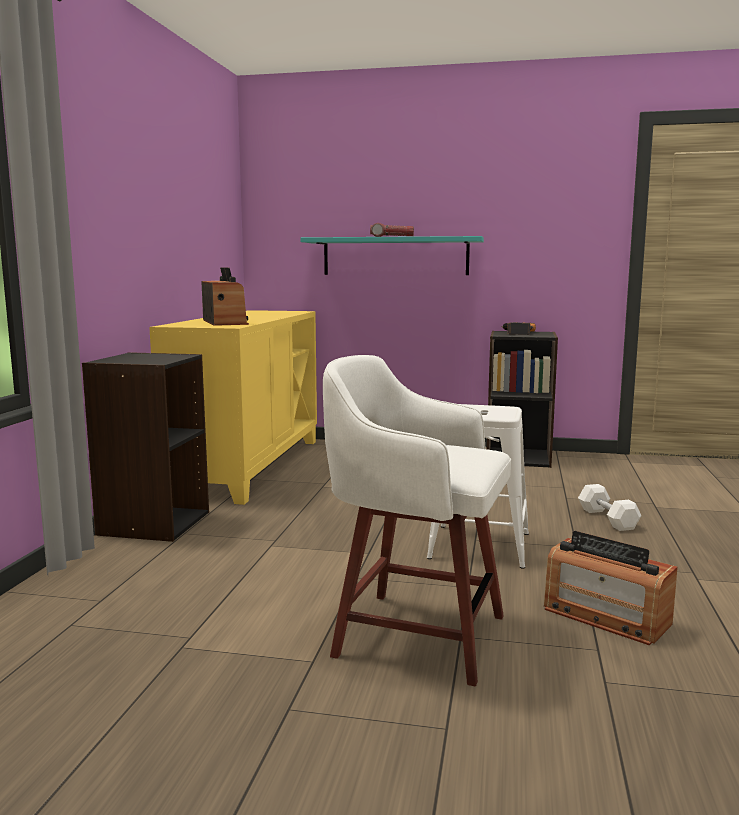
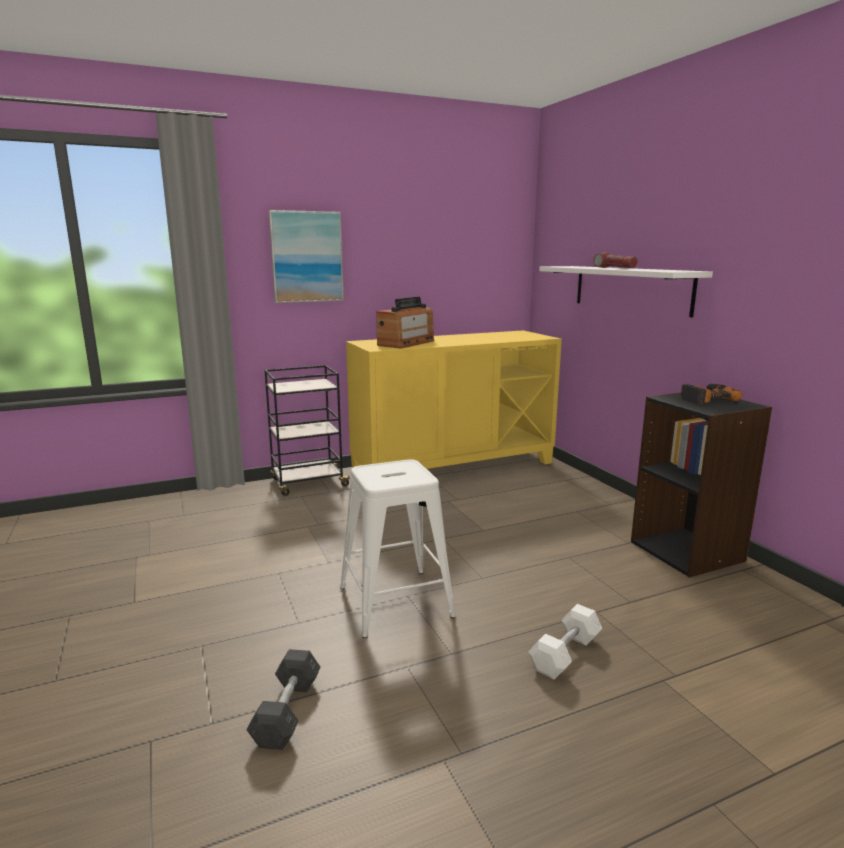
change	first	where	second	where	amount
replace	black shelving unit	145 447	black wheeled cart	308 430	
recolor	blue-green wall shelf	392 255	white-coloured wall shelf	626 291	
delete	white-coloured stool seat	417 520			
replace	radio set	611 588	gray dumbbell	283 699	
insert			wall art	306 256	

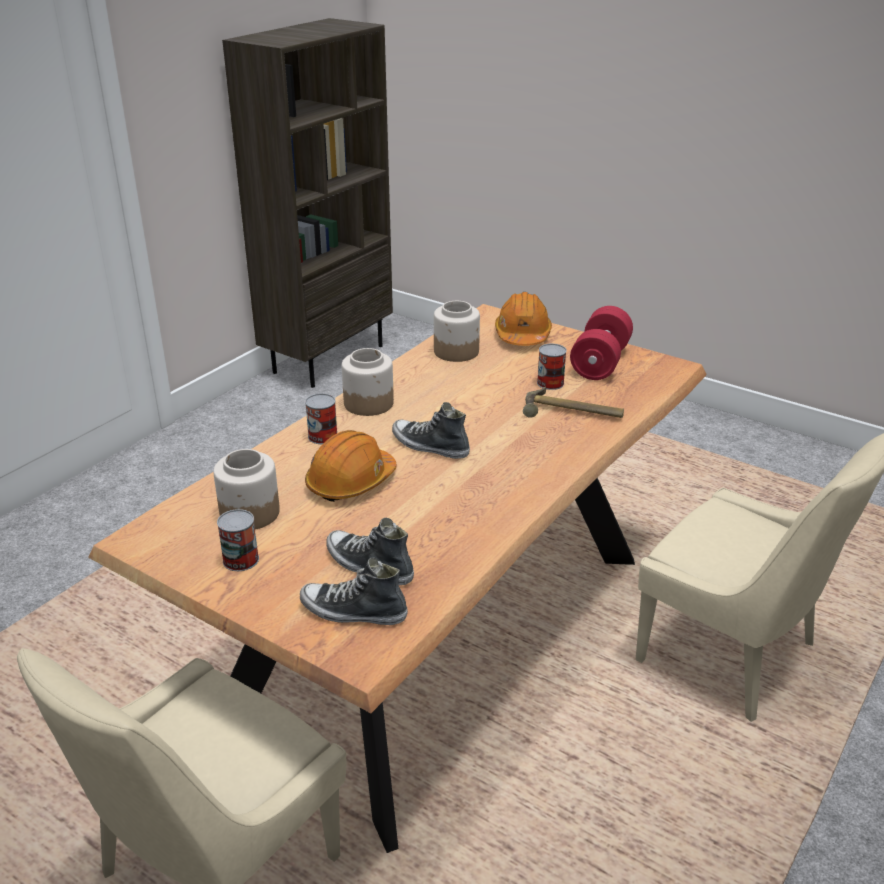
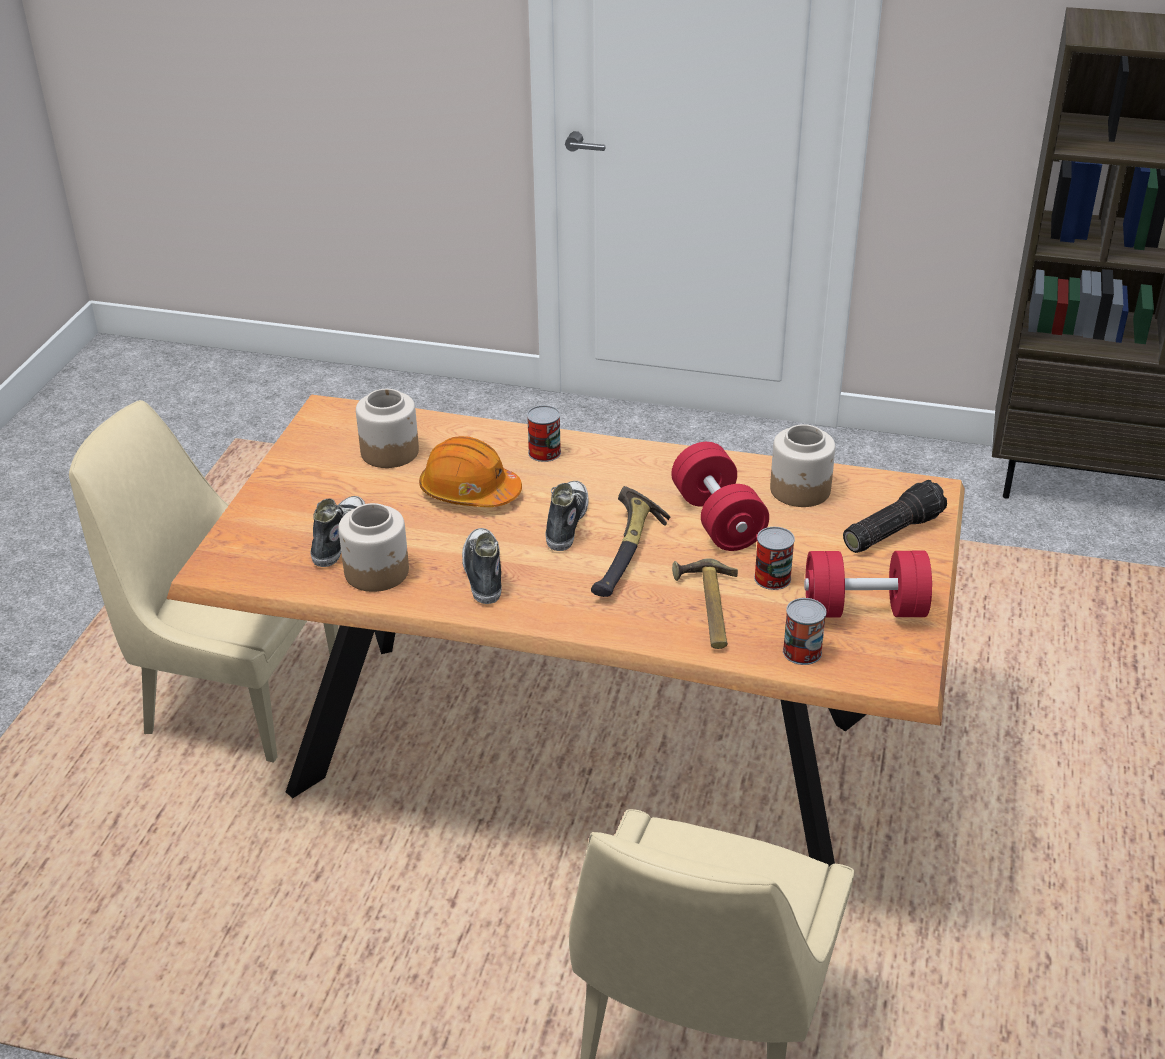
change	first	where	second	where	amount
move	sealed can	238 540		804 631	
move	low shoe	354 591		482 566	
move	preserve jar	368 382		373 547	
replace	orangey hard hat	523 319	torch	895 516	
insert			tool hammer	630 541	
insert			reddish dumbbell	720 496	

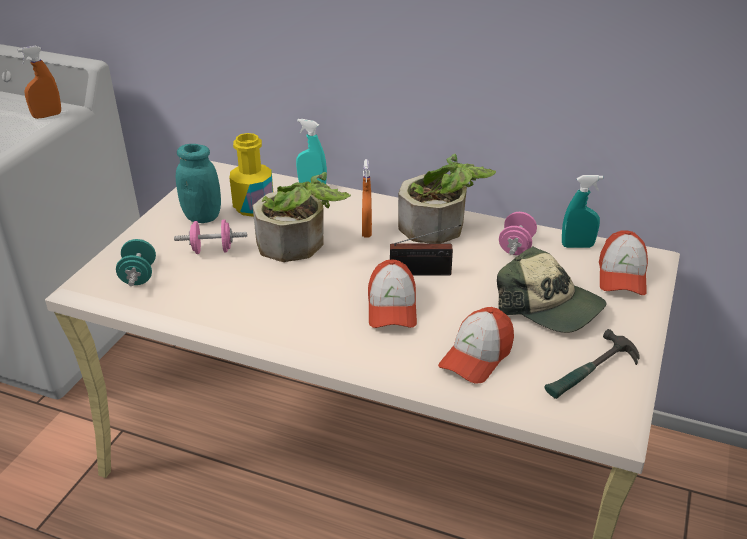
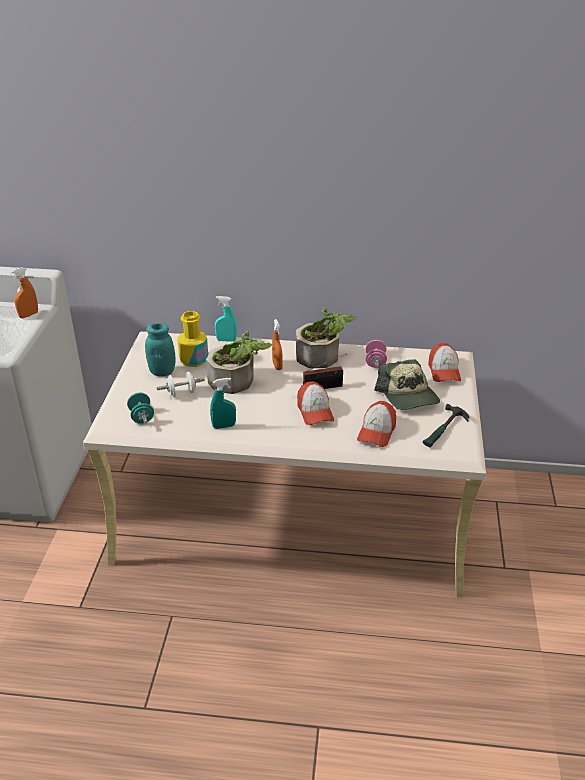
change	first	where	second	where	amount
recolor	pink-coloured dumbbell	210 236	white-coloured dumbbell	181 384	
rotate	baseball cap	552 289		407 384	45 degrees clockwise
move	blue-green spray bottle	582 211		223 403	

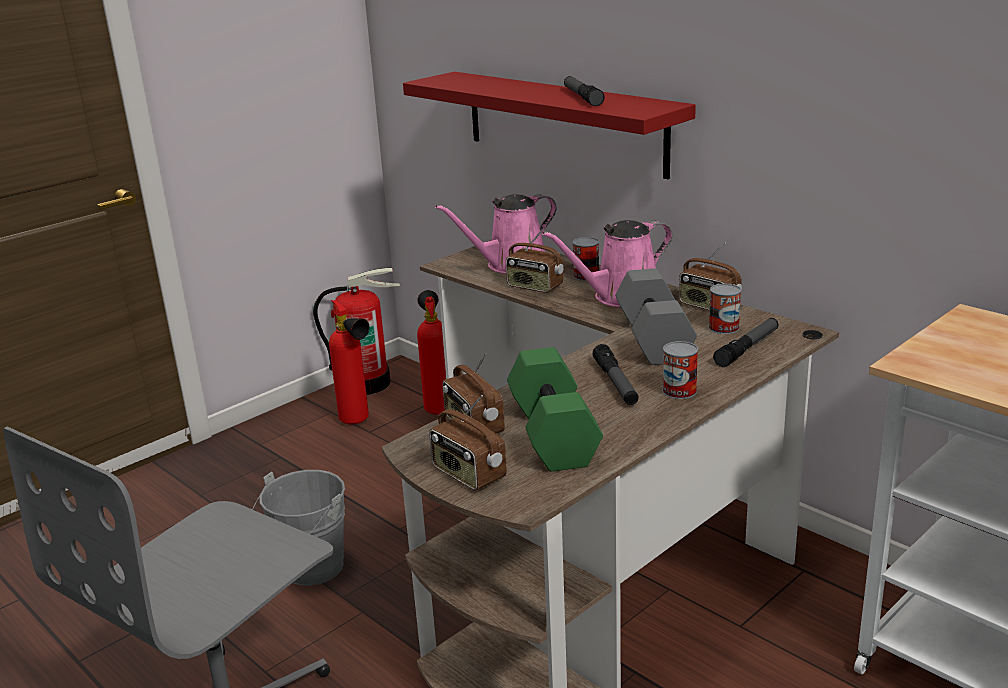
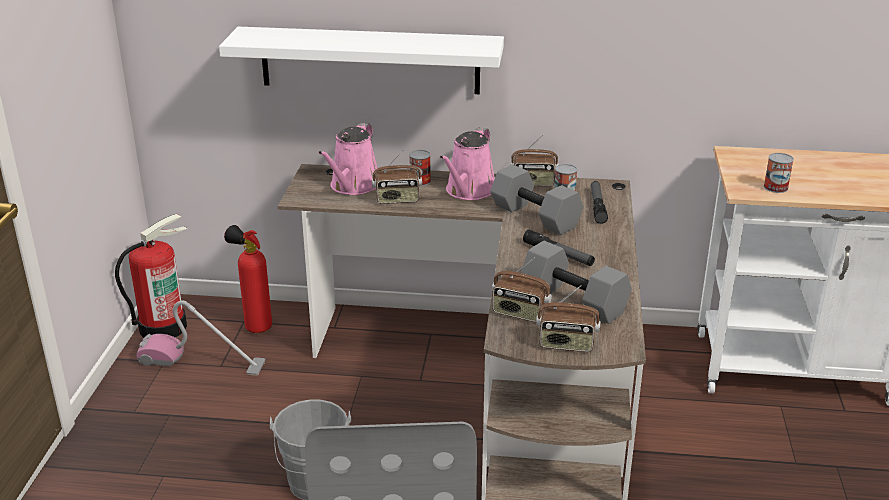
change	first	where	second	where	amount
replace	fire-fighting cylinder	349 362	vacuum cleaner	200 338	
recolor	reddish wall shelf	549 125	white-coloured wall shelf	361 60	
recolor	green-coloured dumbbell	555 409	gray dumbbell	576 282	
delete	torch	584 91			
move	sealed can	680 370		779 173	

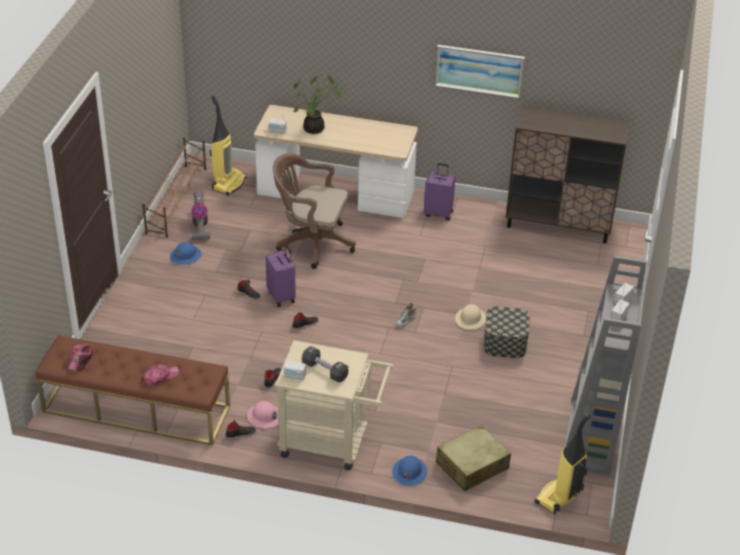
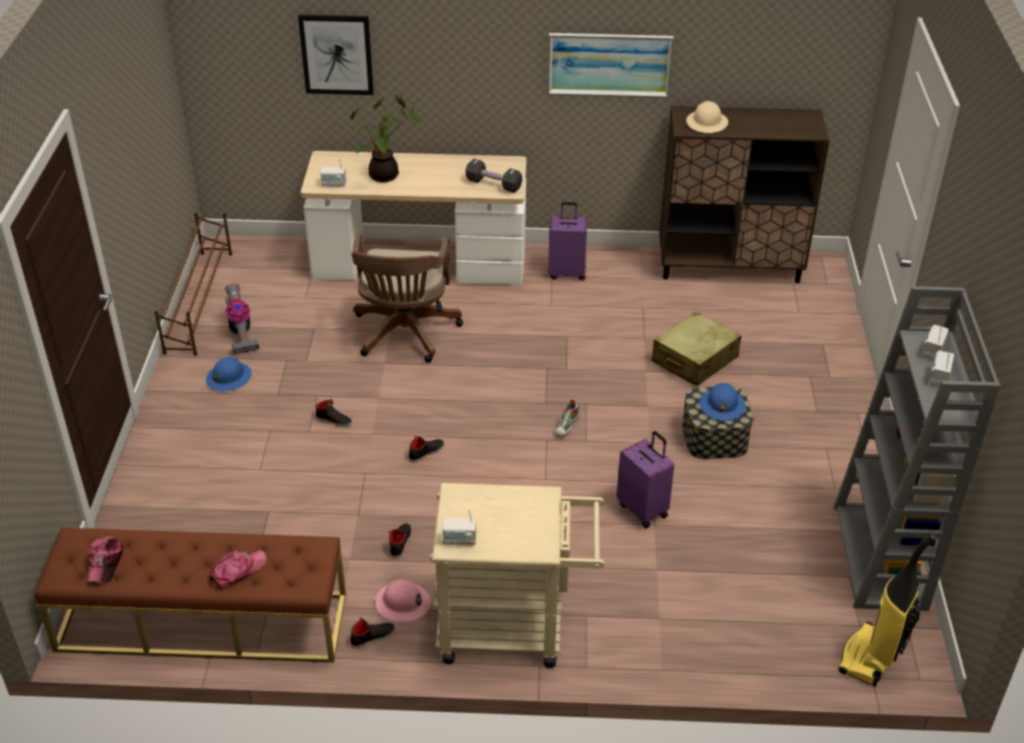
change	first	where	second	where	amount
delete	vacuum cleaner	228 146			
move	purple suitcase	281 276		645 479	
rotate	brownish office chair	314 211		407 298	90 degrees counterclockwise
move	black dumbbell	325 364		494 176	
move	blue hard hat	409 470		722 402	
move	beige-coloured suitcase	473 458		696 349	
move	beige-coloured hard hat	470 317		707 117	
insert			wall art	336 55	

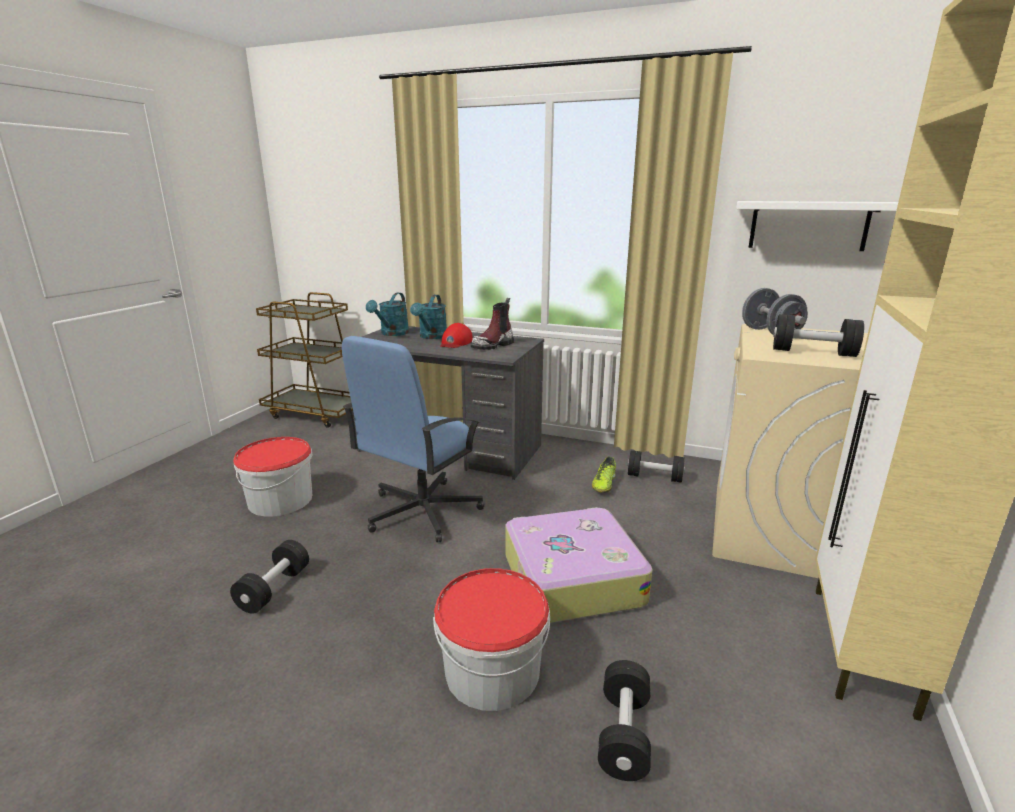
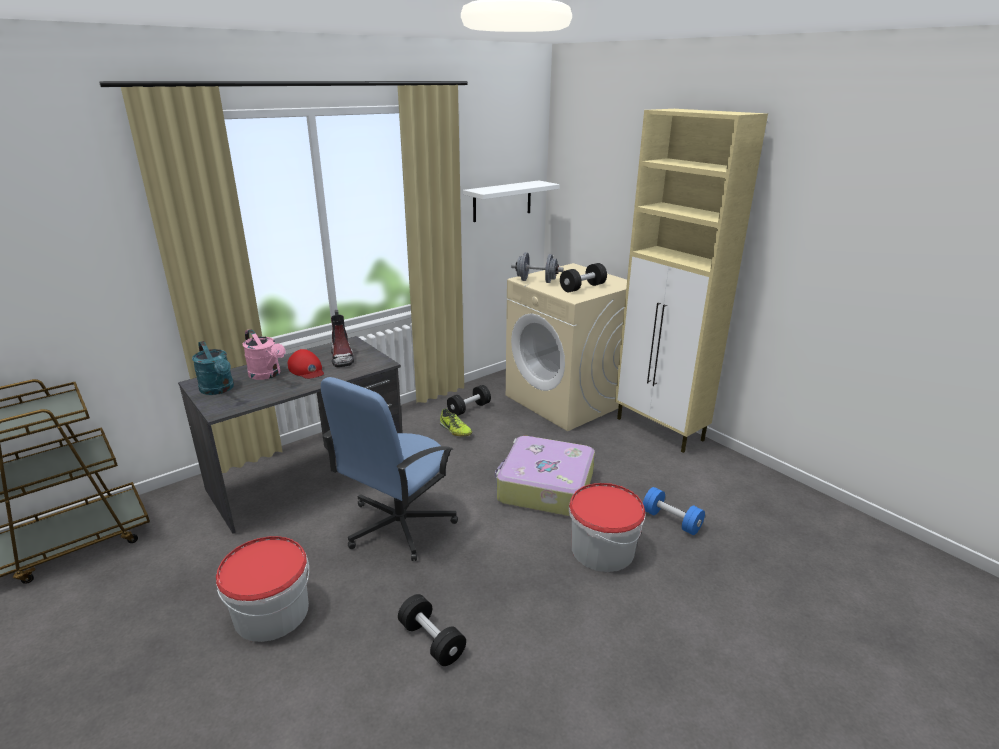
change	first	where	second	where	amount
rotate	blue office chair	413 439		389 469	60 degrees clockwise
recolor	blue-green sprinkling can	428 317	pink-coloured sprinkling can	264 354	
recolor	black dumbbell	624 720	blue dumbbell	674 511	

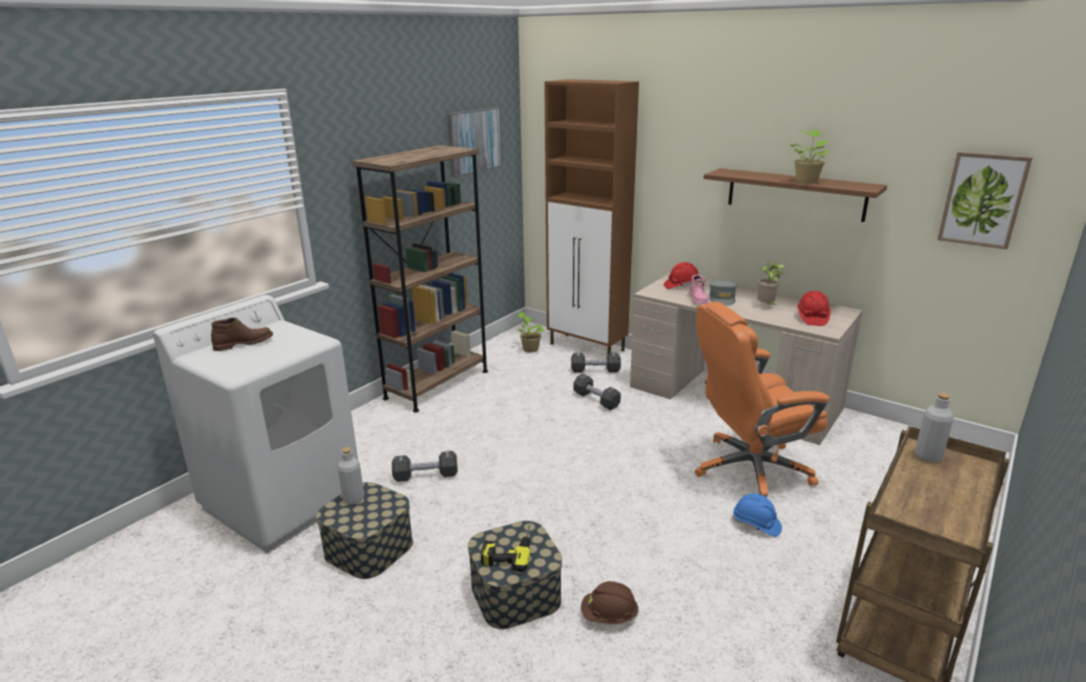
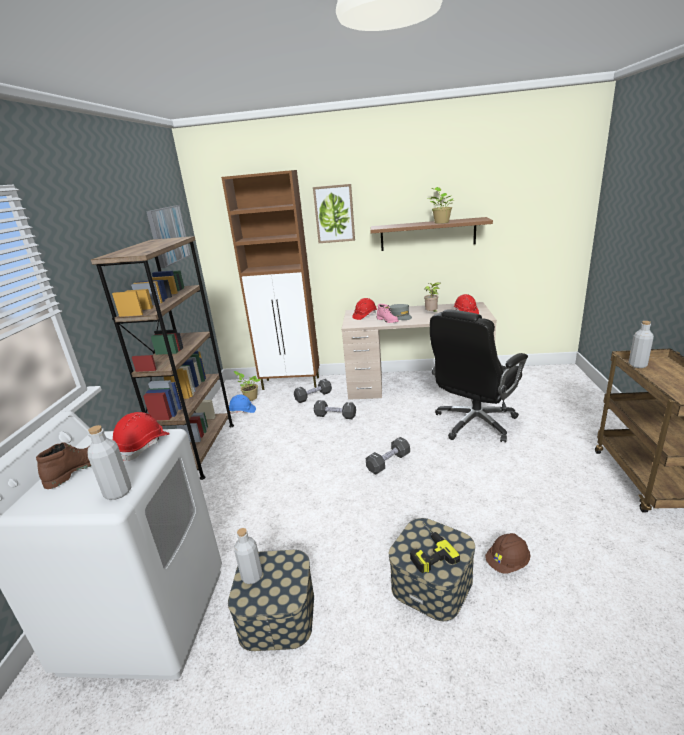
change	first	where	second	where	amount
move	black dumbbell	425 466		388 456	
recolor	orangey office chair	762 399	black office chair	479 376	
move	blue hard hat	757 515		242 404	
move	wall art	985 200		334 213	
insert			gray drink bottle	109 462	
insert			reddish hard hat	141 437	

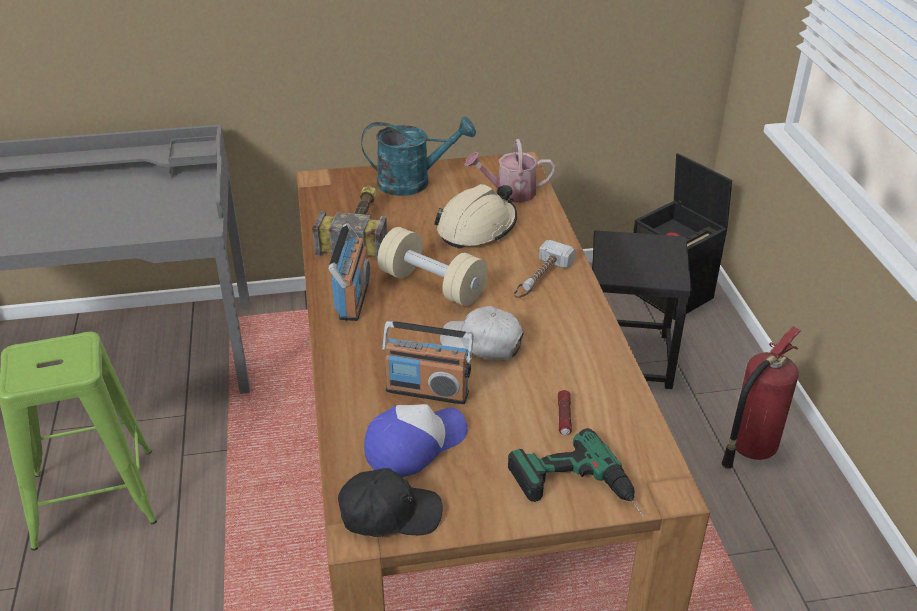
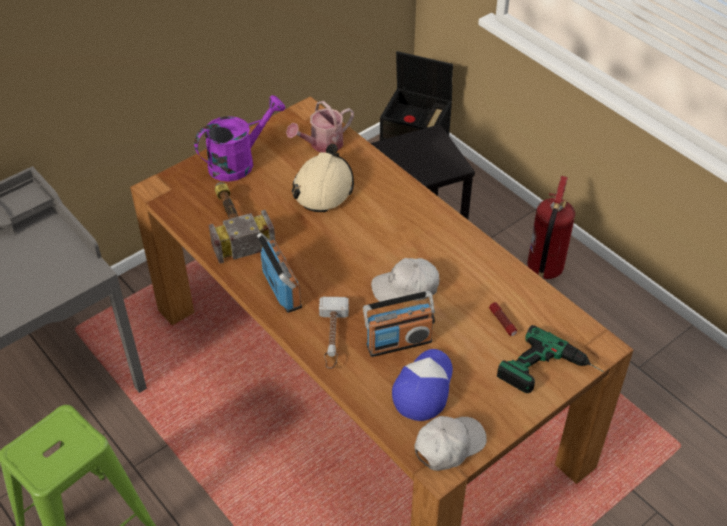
change	first	where	second	where	amount
recolor	black baseball cap	390 502	white-coloured baseball cap	450 443	
recolor	blue-green sprinkling can	418 156	purple sprinkling can	239 138	
delete	beige-coloured dumbbell	433 266			
move	tool hammer	544 269		334 333	

